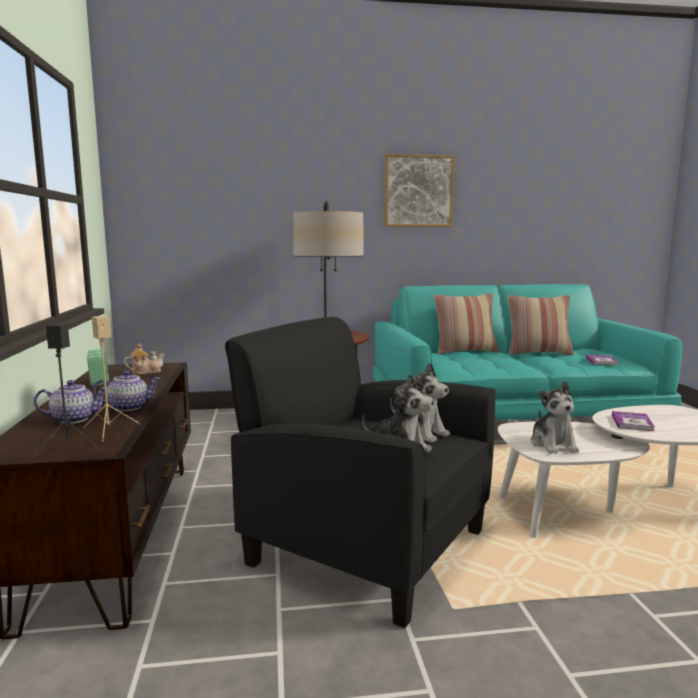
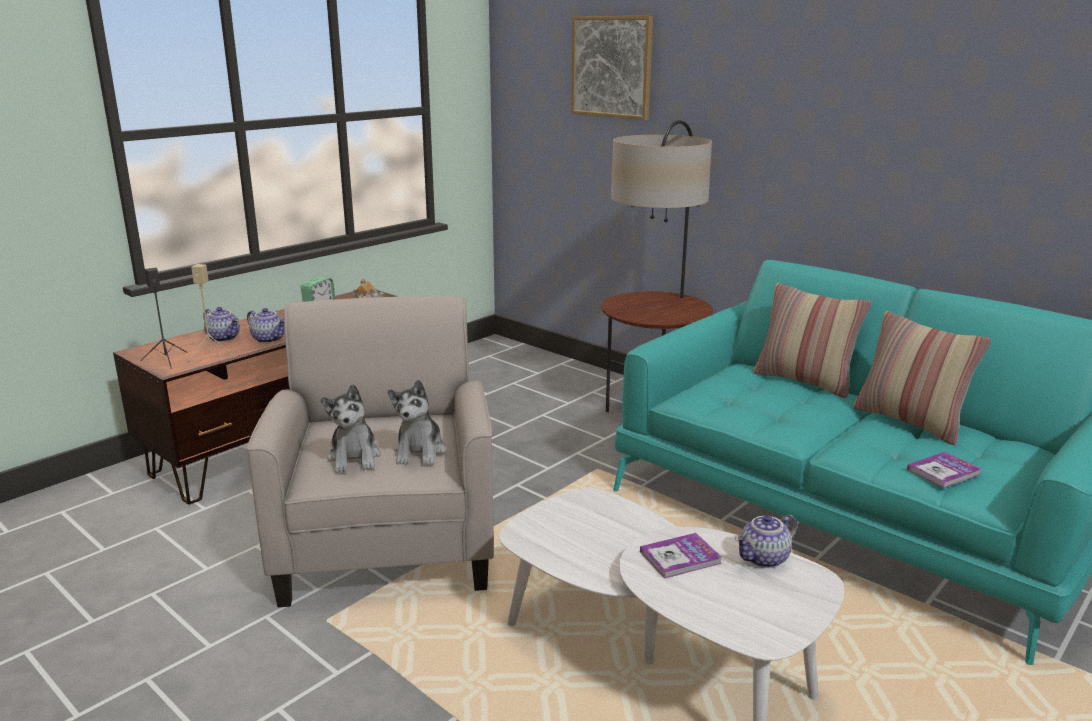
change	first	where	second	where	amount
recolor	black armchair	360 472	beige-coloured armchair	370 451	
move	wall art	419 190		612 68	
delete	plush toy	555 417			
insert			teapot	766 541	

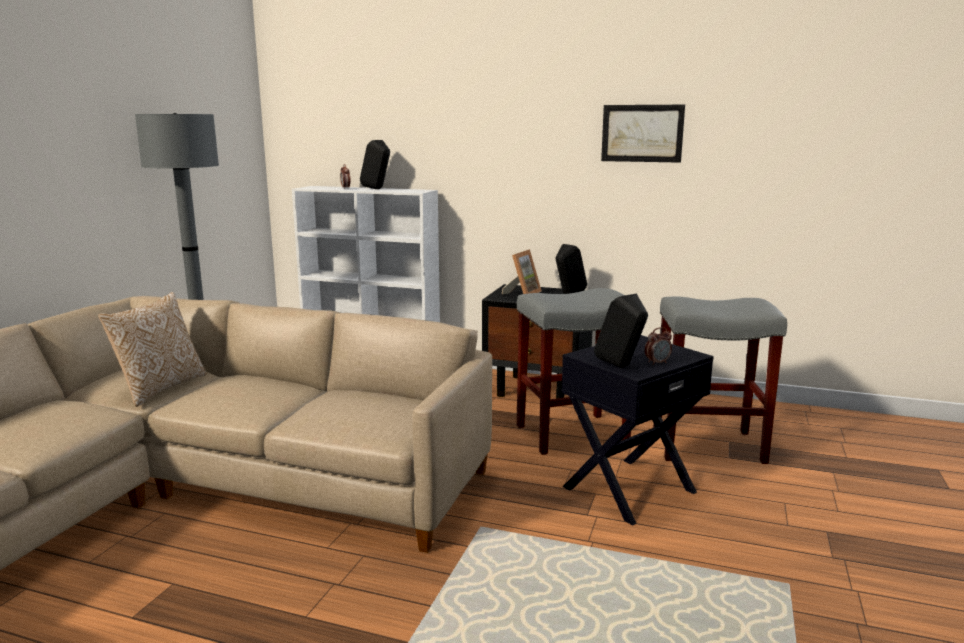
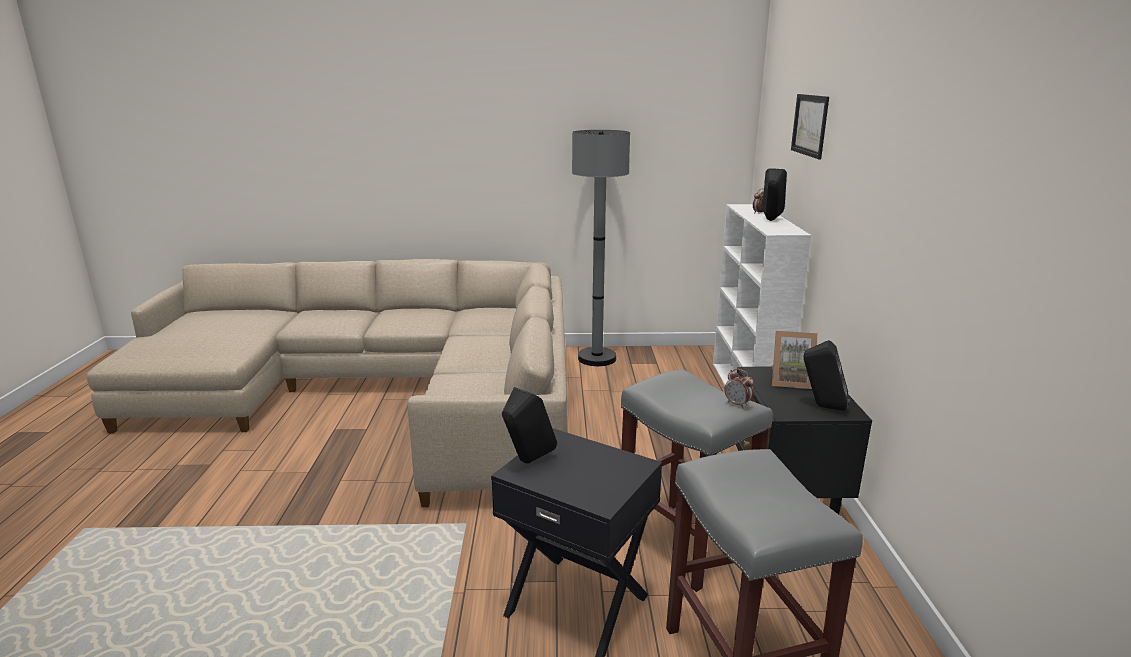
change	first	where	second	where	amount
delete	throw pillow	152 349			
move	wall art	643 134		810 126	
move	table clock	658 346		739 388	

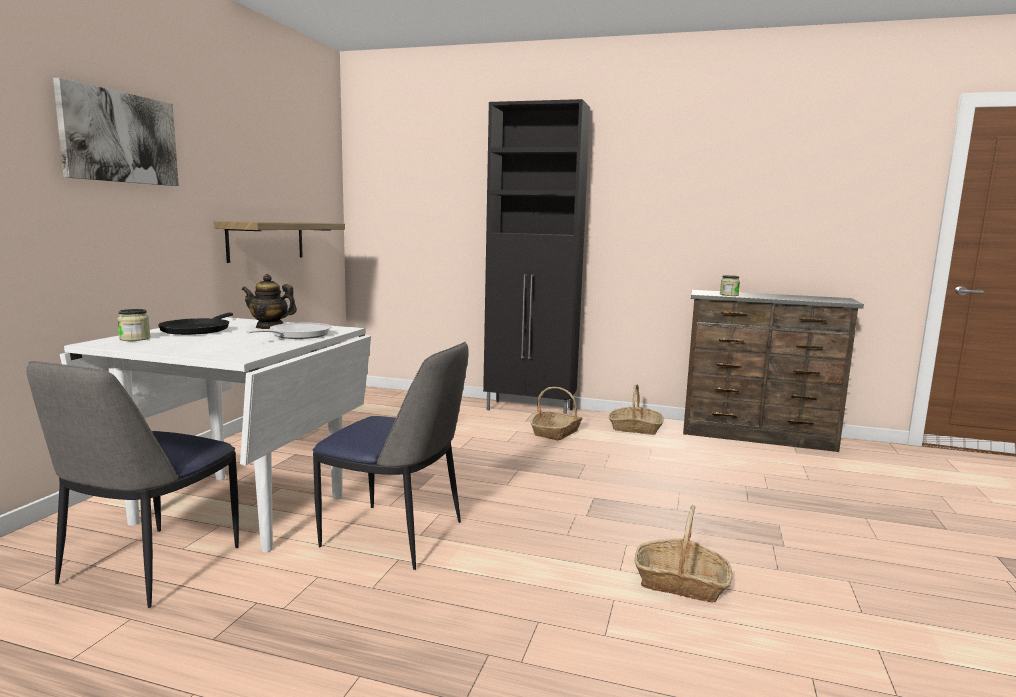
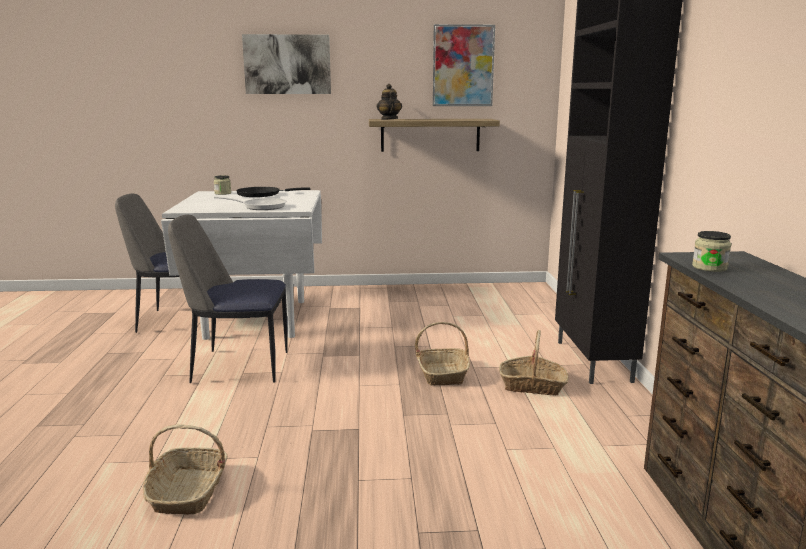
change	first	where	second	where	amount
move	teapot	269 301		389 102	
rotate	plain chair	391 456		228 299	90 degrees clockwise
move	basket	636 409		442 354	
insert			wall art	464 65	

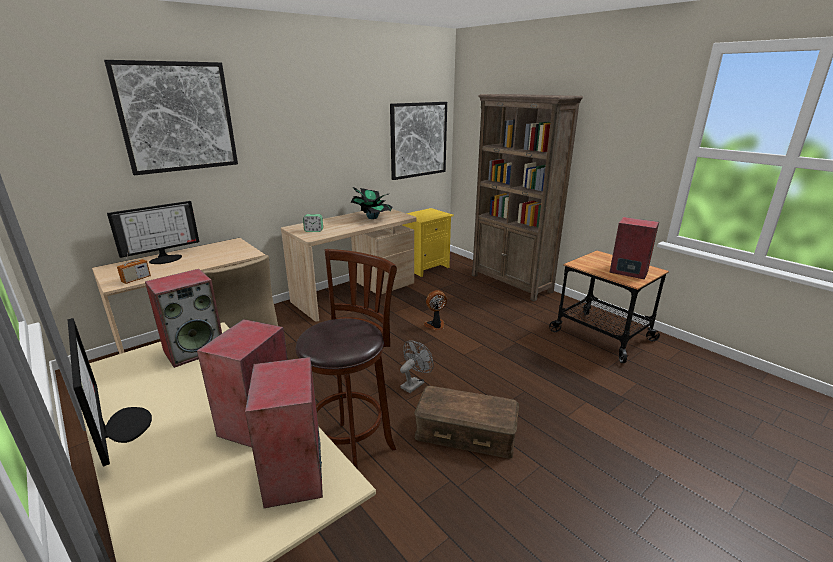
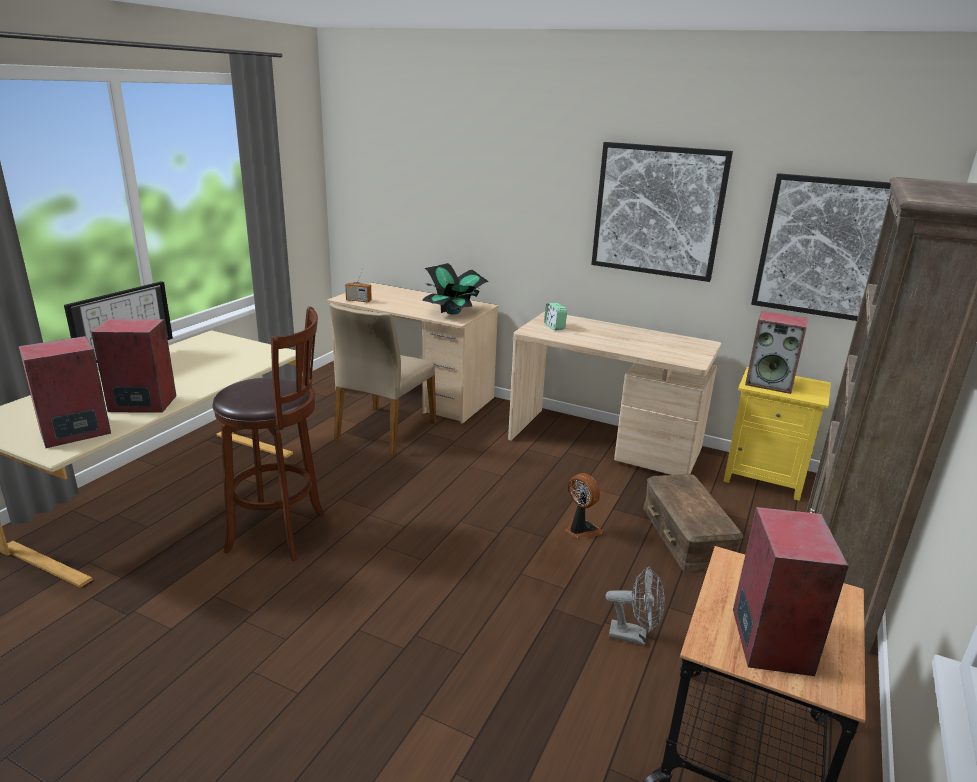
change	first	where	second	where	amount
move	wall art	171 118		662 212	
delete	computer display	153 232			
move	audio speaker	183 318		776 352	
move	potted plant	371 203		455 289	
move	gray electric fan	417 366		635 606	
move	brownish storage bin	466 422		693 523	

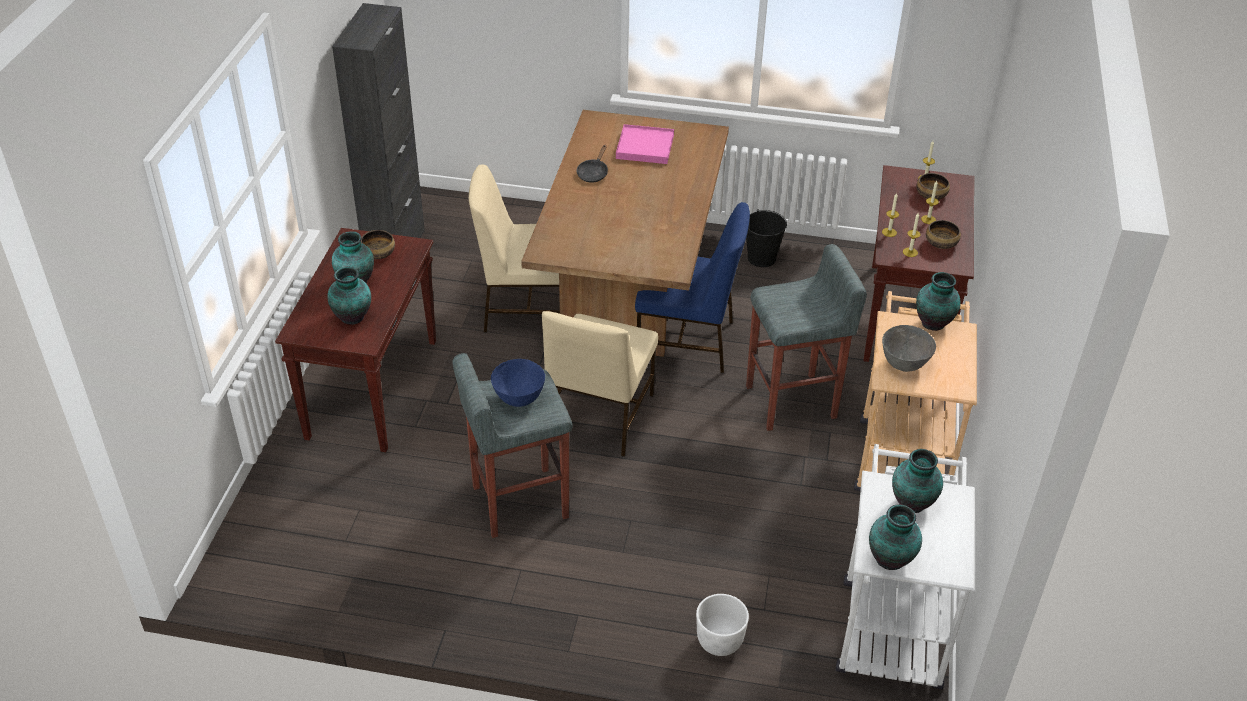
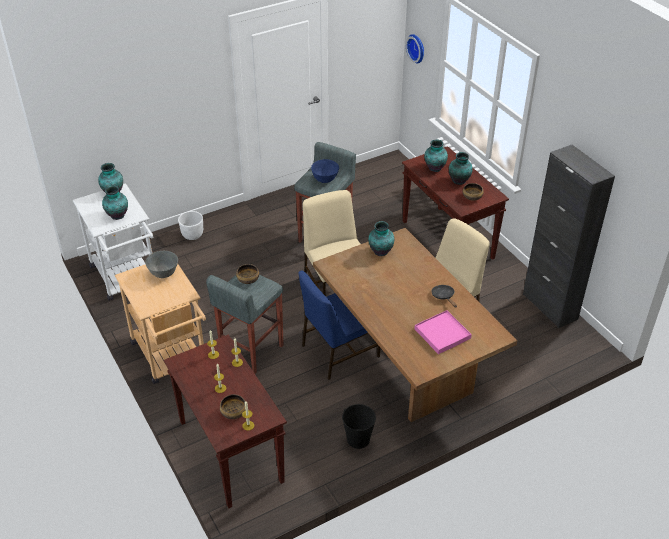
change	first	where	second	where	amount
move	flower vase	938 301		381 238	
move	serving bowl	943 234		247 274	
insert			wall clock	415 49	

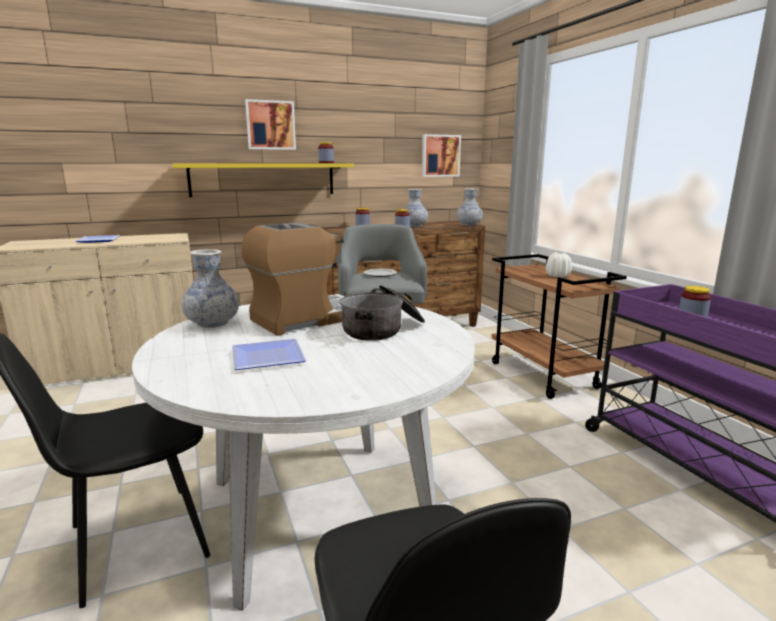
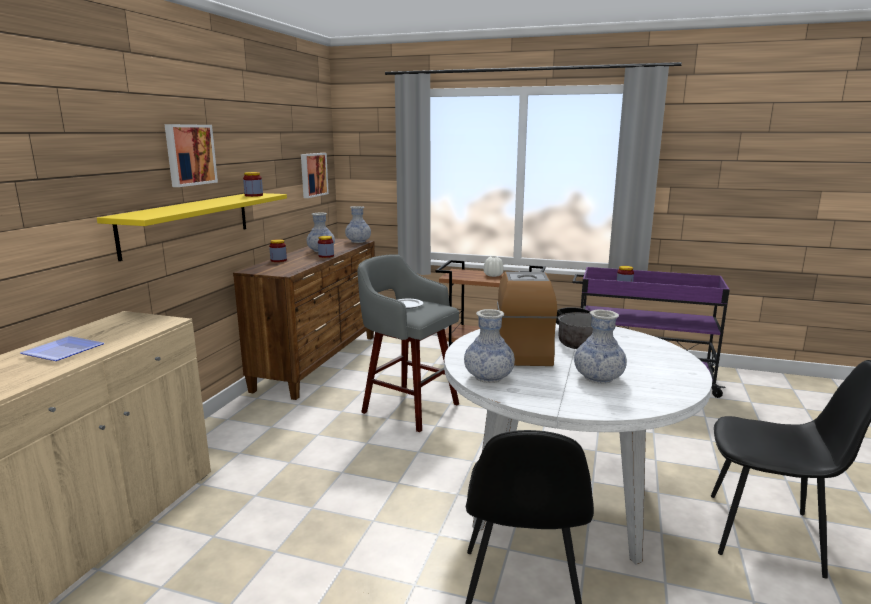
change	first	where	second	where	amount
replace	dinner plate	269 354	flower vase	600 346	

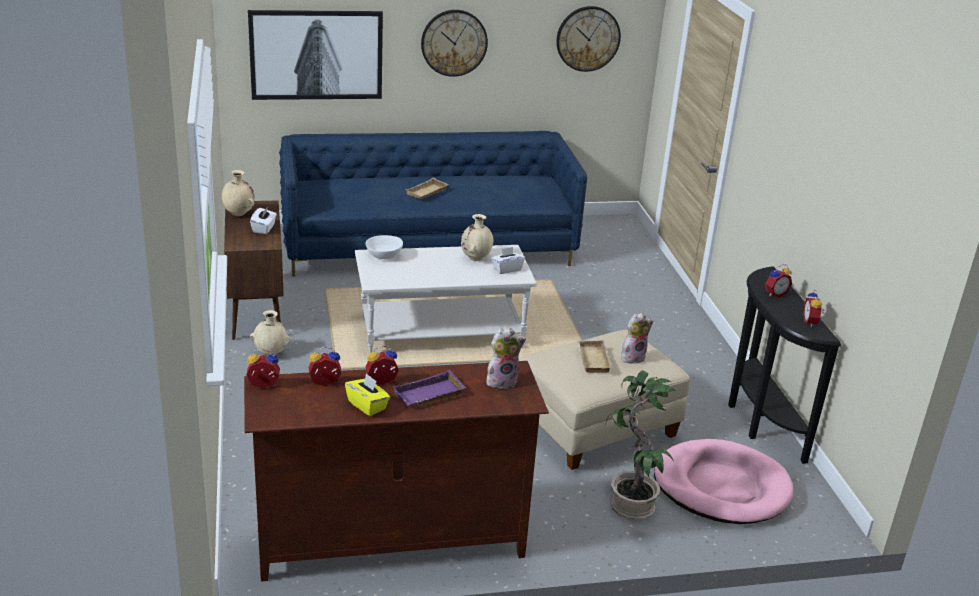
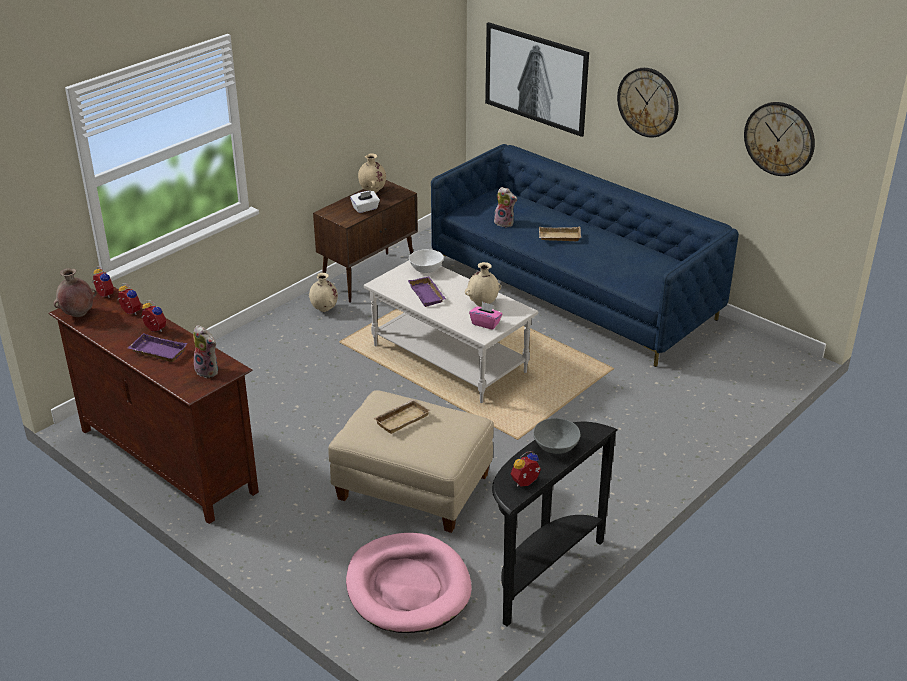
change	first	where	second	where	amount
delete	yellow box of tissues	367 394			
recolor	white-coloured box of tissues	508 260	pink-coloured box of tissues	485 316	
delete	potted plant	641 445			
move	plush toy	637 338		505 207	
replace	table clock	778 280	gray serving bowl	557 436	
insert			brownish flower vase	75 292	
insert			purple carrying tray	427 292	

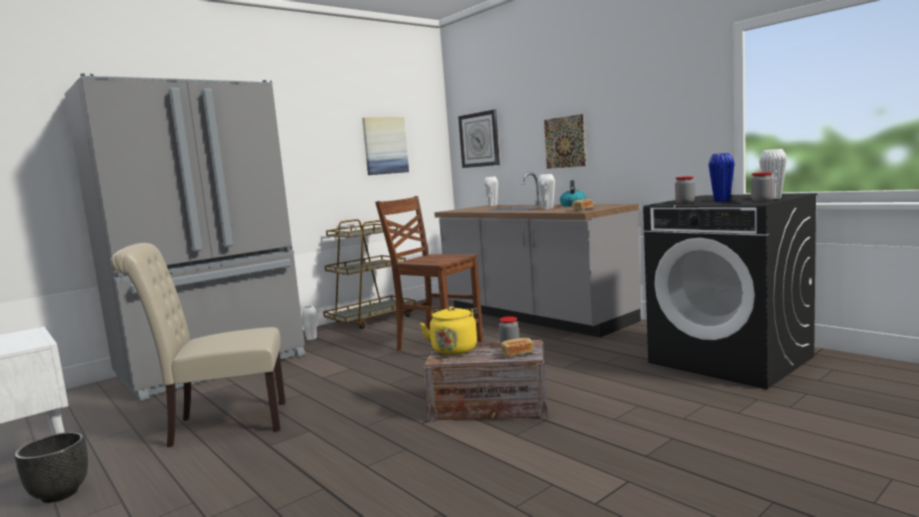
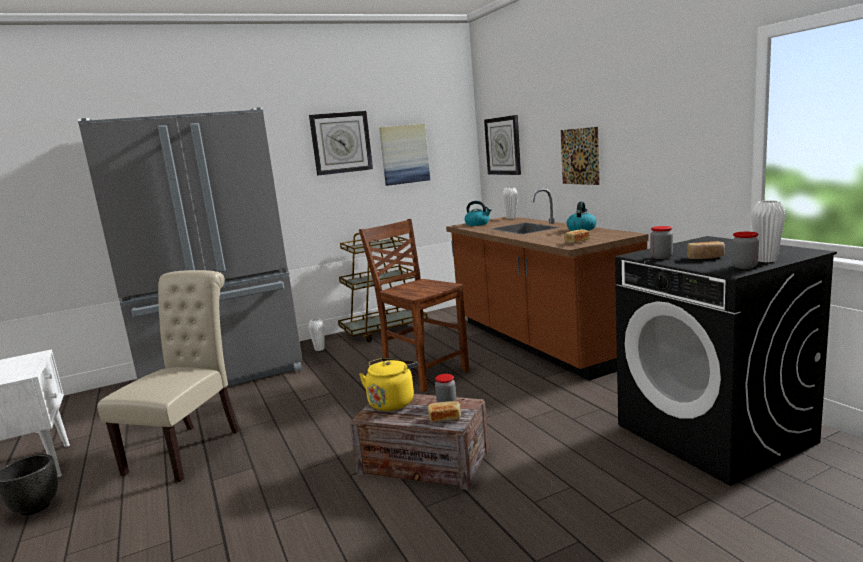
change	first	where	second	where	amount
rotate	beige-coloured plain chair	198 345		168 376	105 degrees clockwise
recolor	gray kitchen base unit	537 254	brownish kitchen base unit	547 284	
delete	white-coloured flower vase	546 191			
replace	blue flower vase	722 177	bakery bread	706 250	
insert			wall clock	341 143	
insert			tea kettle	478 213	

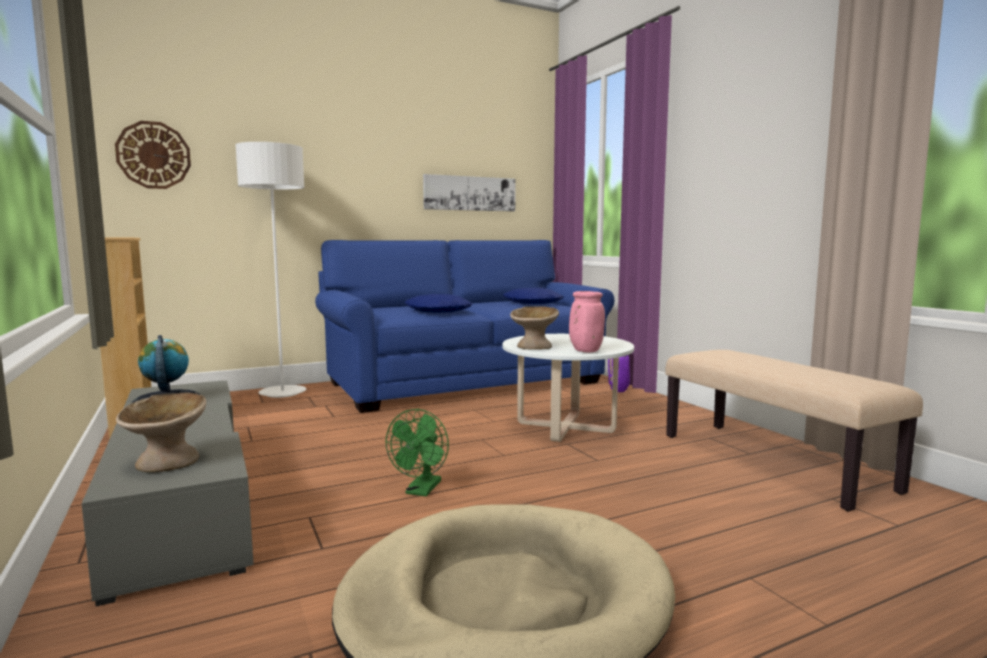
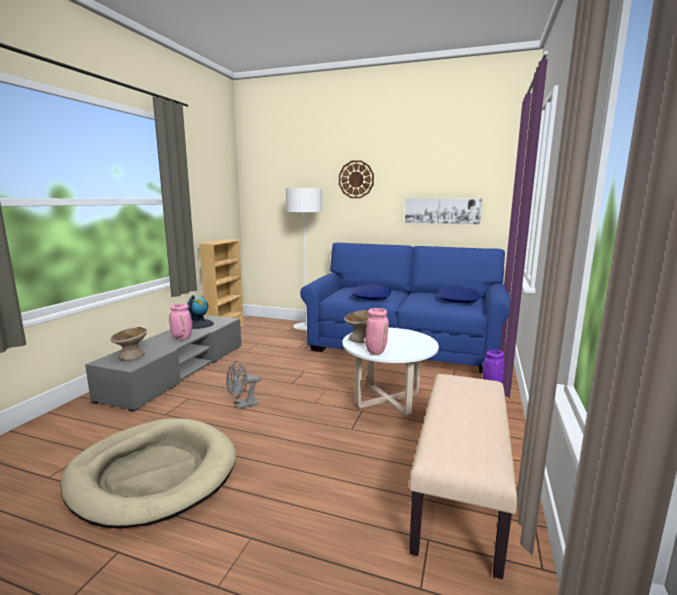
change	first	where	second	where	amount
move	wall clock	153 155		356 179	
recolor	green-coloured electric fan	417 452	gray electric fan	243 385	
insert			pink-coloured flower vase	180 322	

